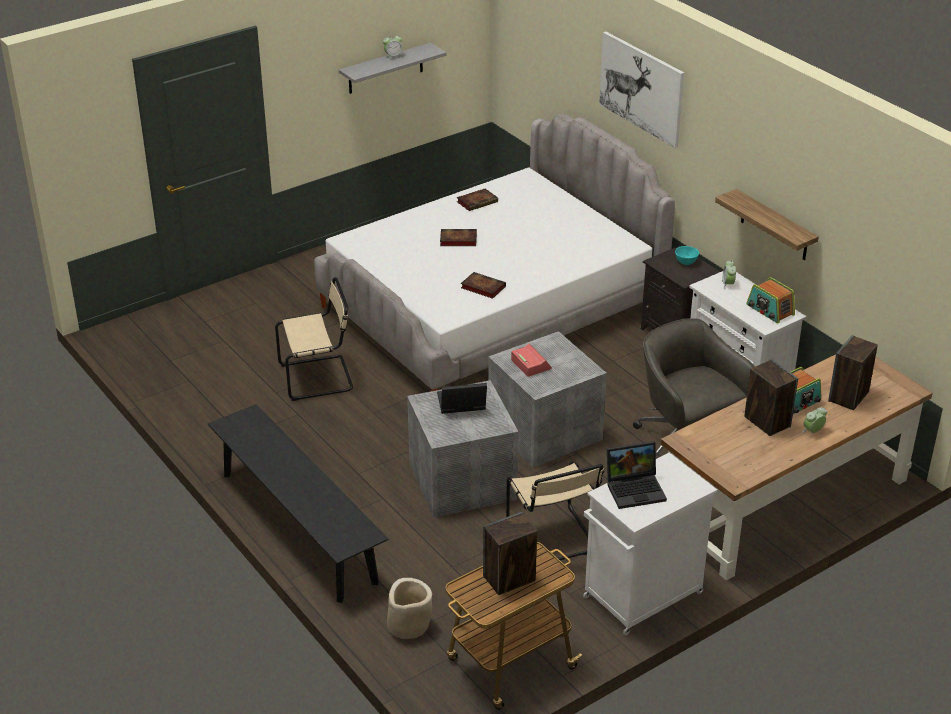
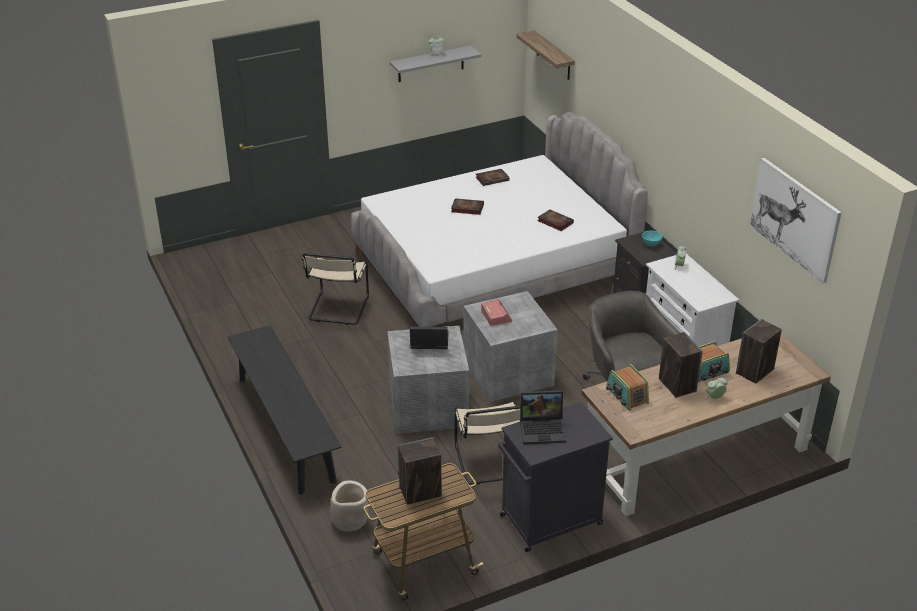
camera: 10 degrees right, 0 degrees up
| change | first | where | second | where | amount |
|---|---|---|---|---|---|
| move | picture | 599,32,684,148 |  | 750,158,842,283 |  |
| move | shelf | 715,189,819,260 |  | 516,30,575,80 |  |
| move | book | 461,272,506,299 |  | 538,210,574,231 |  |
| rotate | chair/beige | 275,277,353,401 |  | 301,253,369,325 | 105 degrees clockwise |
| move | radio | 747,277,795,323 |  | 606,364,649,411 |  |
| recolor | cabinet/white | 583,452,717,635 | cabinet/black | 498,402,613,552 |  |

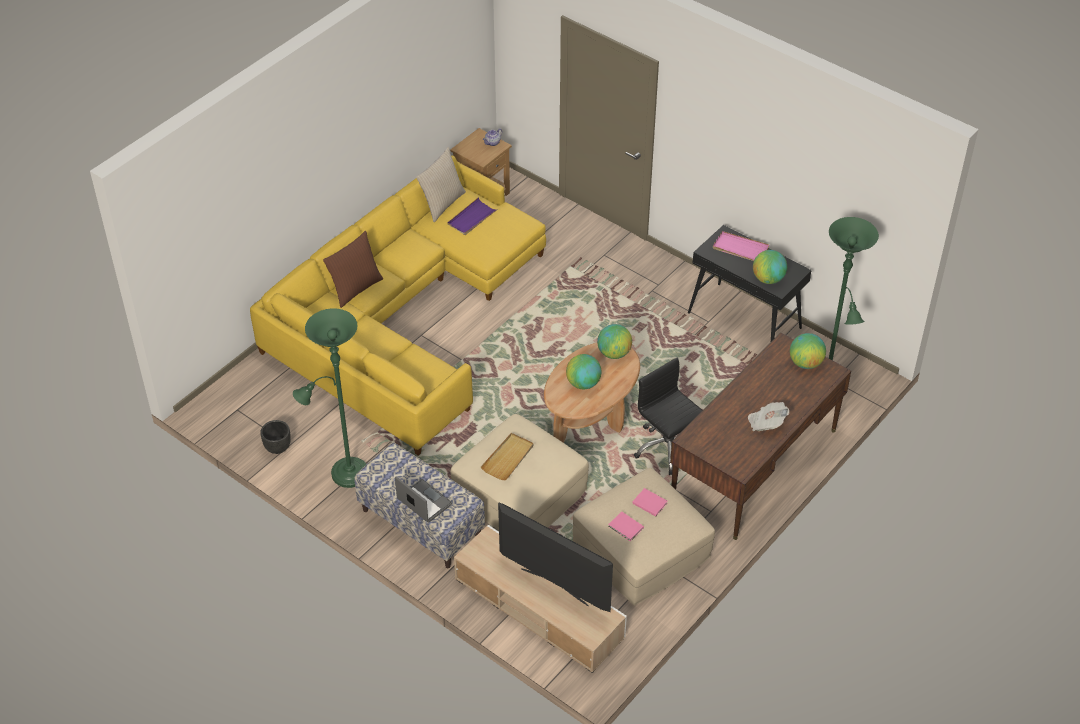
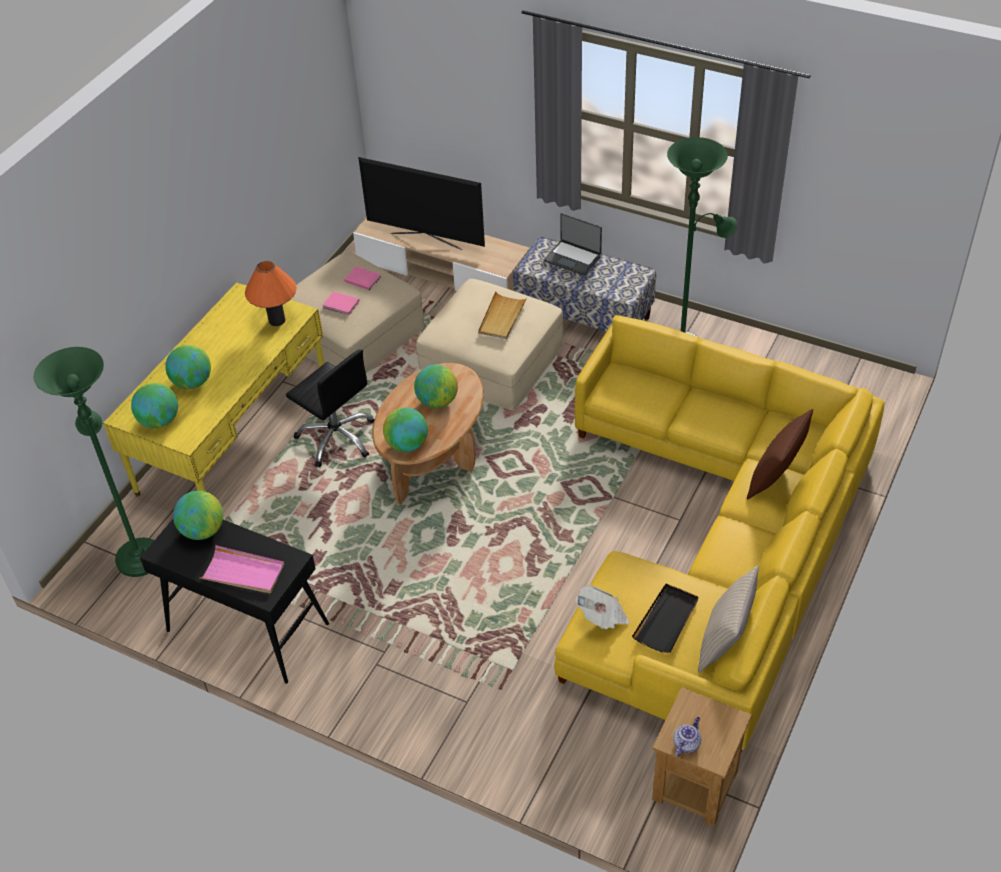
camera: 170 degrees right, 0 degrees up
| change | first | where | second | where | amount |
|---|---|---|---|---|---|
| recolor | tray/purple | 447,197,498,235 | tray/black | 632,584,698,653 |  |
| recolor | desk/brown | 670,332,851,540 | desk/yellow | 103,282,324,497 |  |
| move | newspaper | 748,402,789,431 |  | 575,585,629,629 |  |
| delete | planter/black | 260,420,291,454 |  |  |  |
| insert |  |  | table lamp/orange | 245,261,297,326 |  |
| insert |  |  | globe | 165,345,211,389 |  |

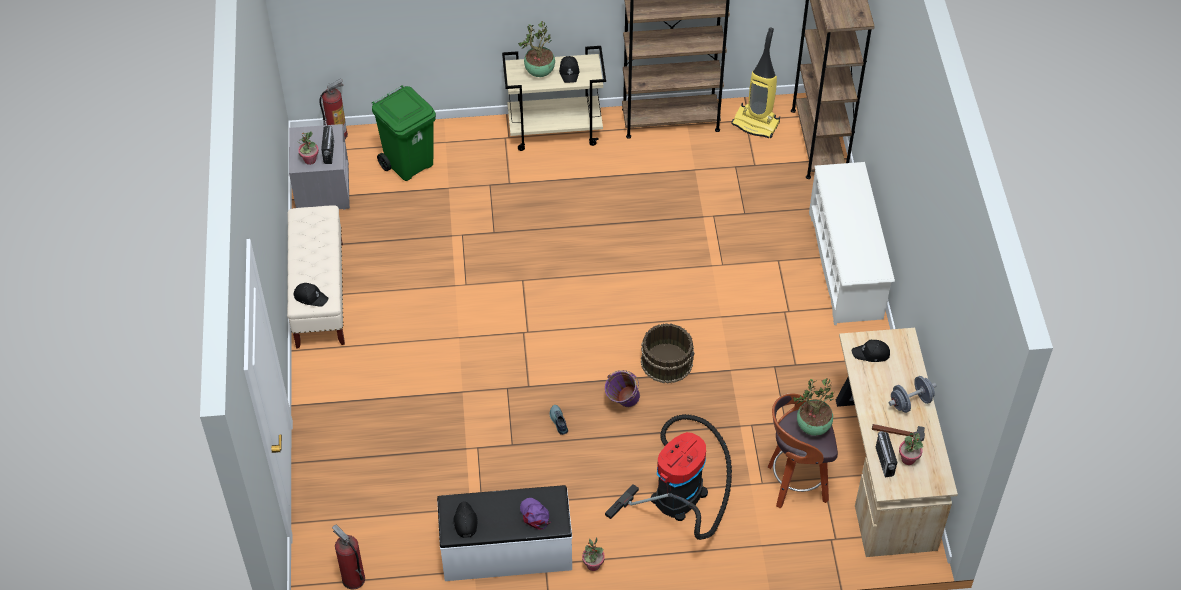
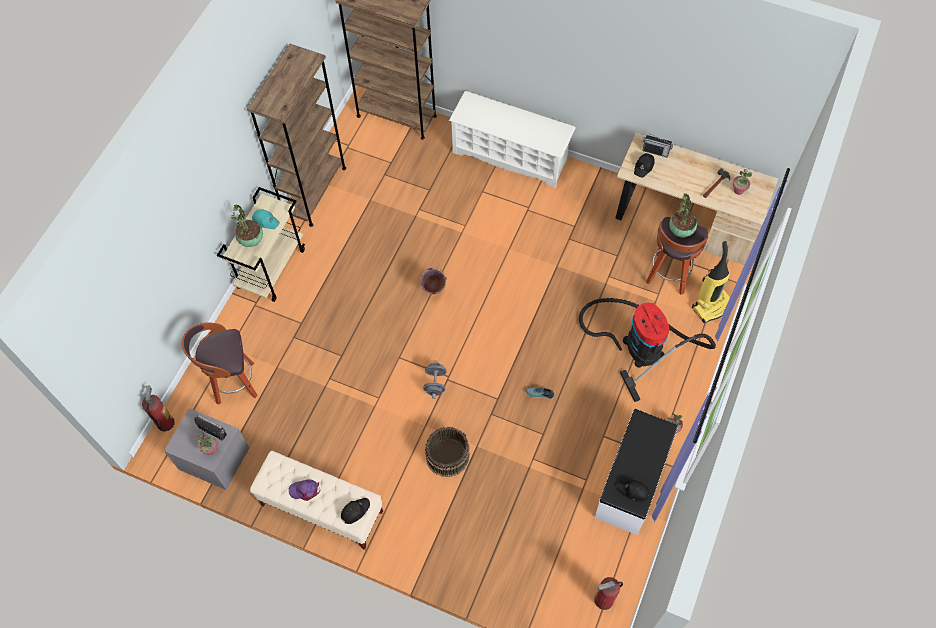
camera: 60 degrees left, 10 degrees up
| change | first | where | second | where | amount |
|---|---|---|---|---|---|
| move | vacuum cleaner | 731,27,780,138 |  | 692,241,730,323 |  |
| recolor | cap/black | 559,56,580,83 | cap/turquoise | 252,209,280,229 |  |
| replace | trash can/green | 372,85,436,181 | stool | 182,322,258,405 |  |
| move | bucket/brown | 641,323,694,383 |  | 425,426,470,477 |  |
| move | bucket/purple | 605,370,640,407 |  | 420,268,447,294 |  |
| move | dumbbell/grey | 889,376,937,413 |  | 423,360,447,399 |  |
| move | radio | 876,431,897,477 |  | 642,133,673,158 |  |
| move | cap/purple | 520,498,551,530 |  | 289,479,320,501 |  |

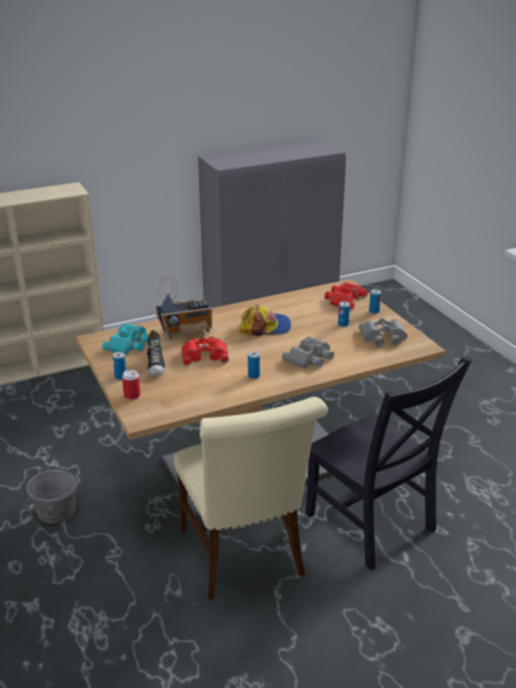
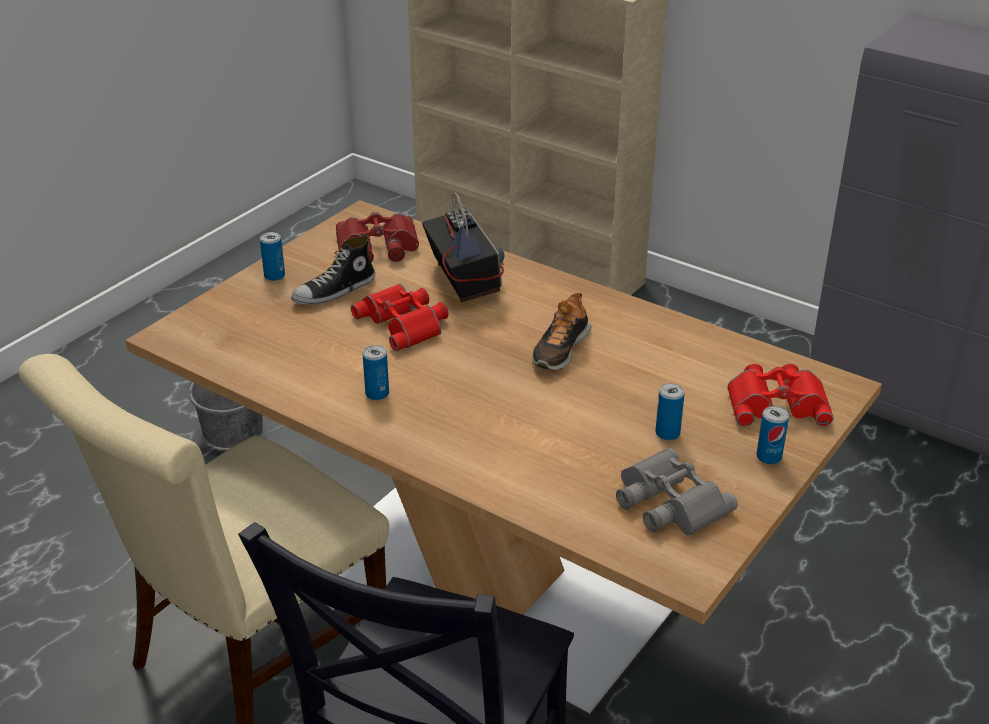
camera: 60 degrees right, 5 degrees up
| change | first | where | second | where | amount |
|---|---|---|---|---|---|
| rotate | radio | 156,277,212,339 |  | 422,193,504,303 | 150 degrees counterclockwise |
| replace | cap | 239,305,291,336 | shoe | 532,293,592,370 |  |
| recolor | binoculars/turquoise | 102,324,149,354 | binoculars/red | 336,212,419,262 |  |
| delete | binoculars/grey | 282,336,334,369 |  |  |  |
| delete | can | 122,370,141,400 |  |  |  |

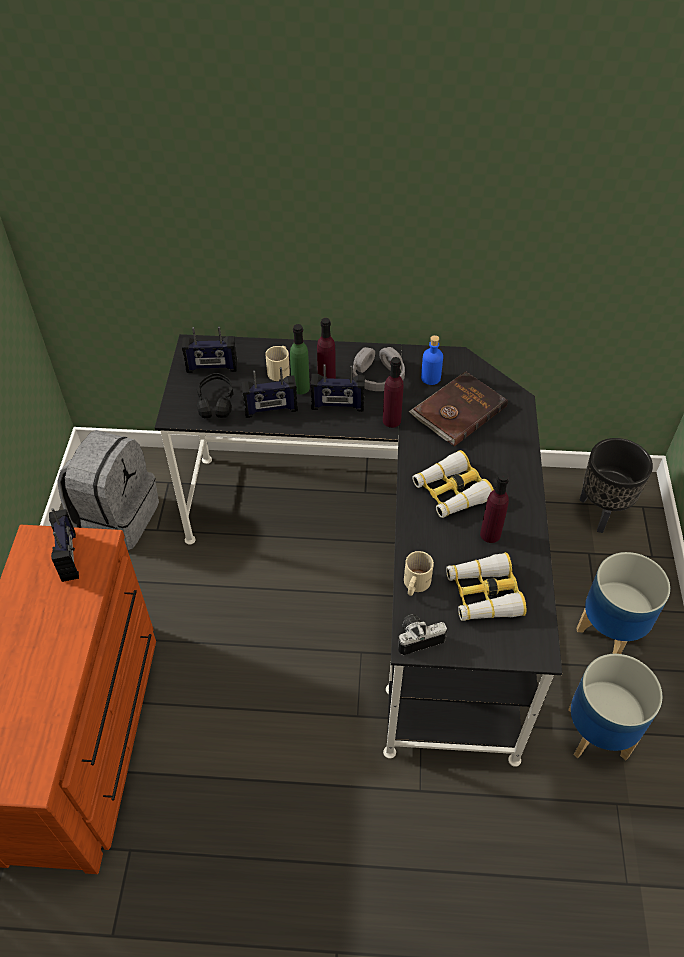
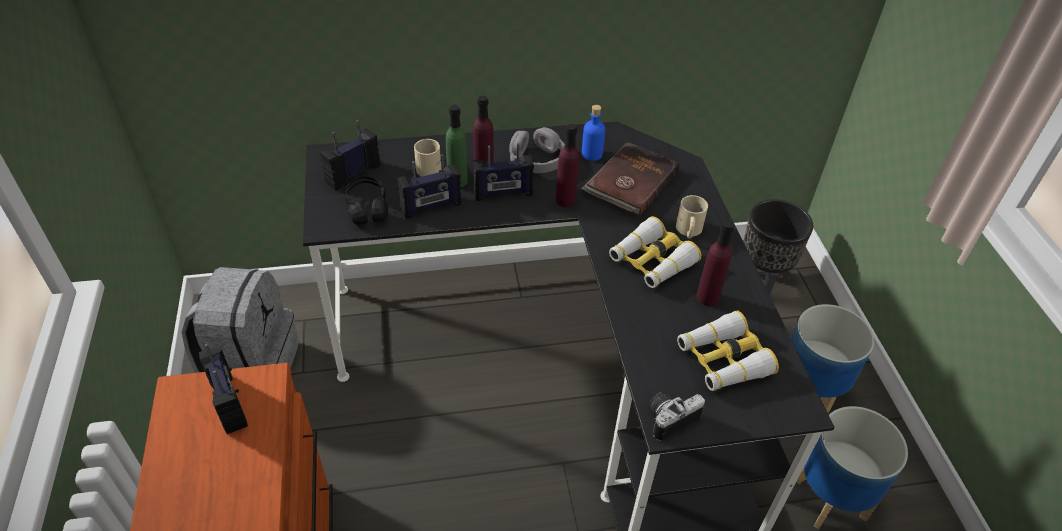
camera: 15 degrees left, 5 degrees down
| change | first | where | second | where | amount |
|---|---|---|---|---|---|
| rotate | radio | 182,326,237,373 |  | 320,120,381,190 | 150 degrees clockwise |
| move | mug/beige | 404,551,434,596 |  | 676,195,708,239 |  |

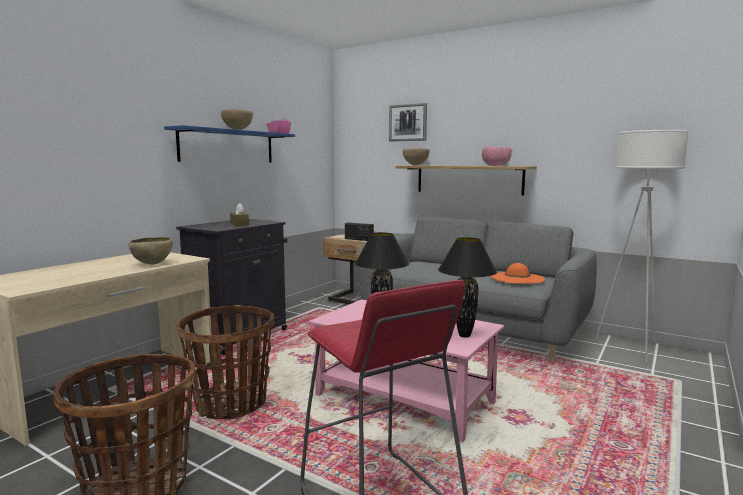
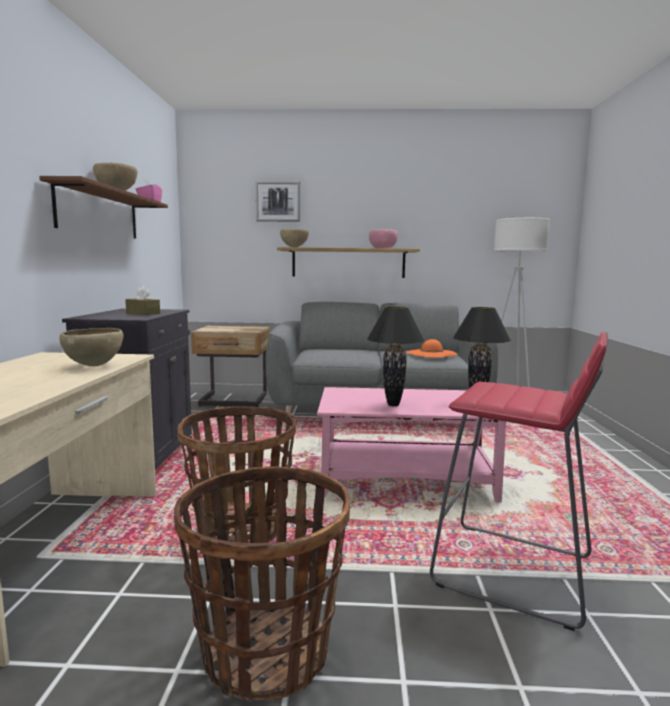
camera: 30 degrees left, 0 degrees up
| change | first | where | second | where | amount |
|---|---|---|---|---|---|
| recolor | shelf/blue | 164,125,295,163 | shelf/brown | 39,176,168,239 |  |
| delete | radio | 345,223,374,241 |  |  |  |

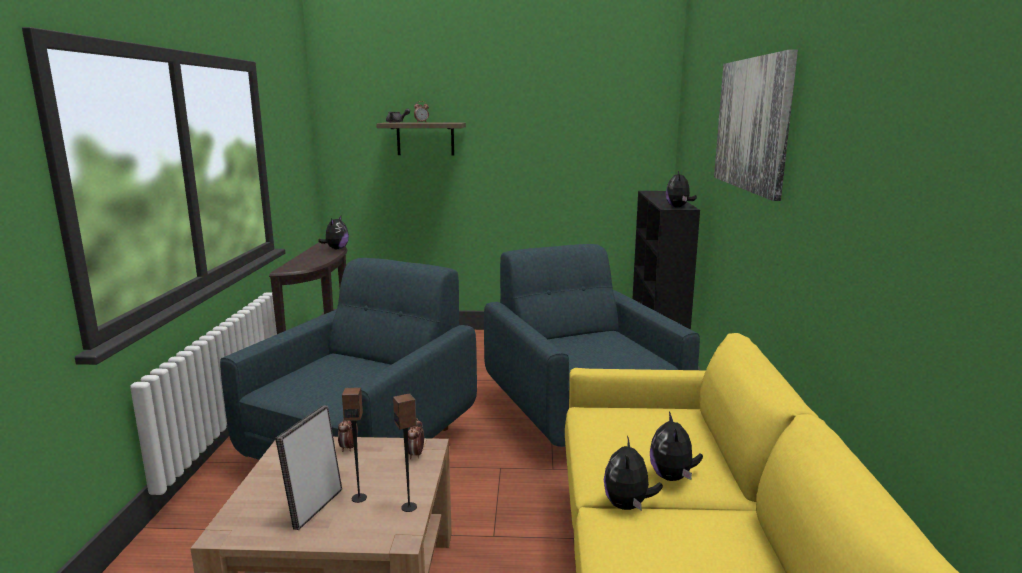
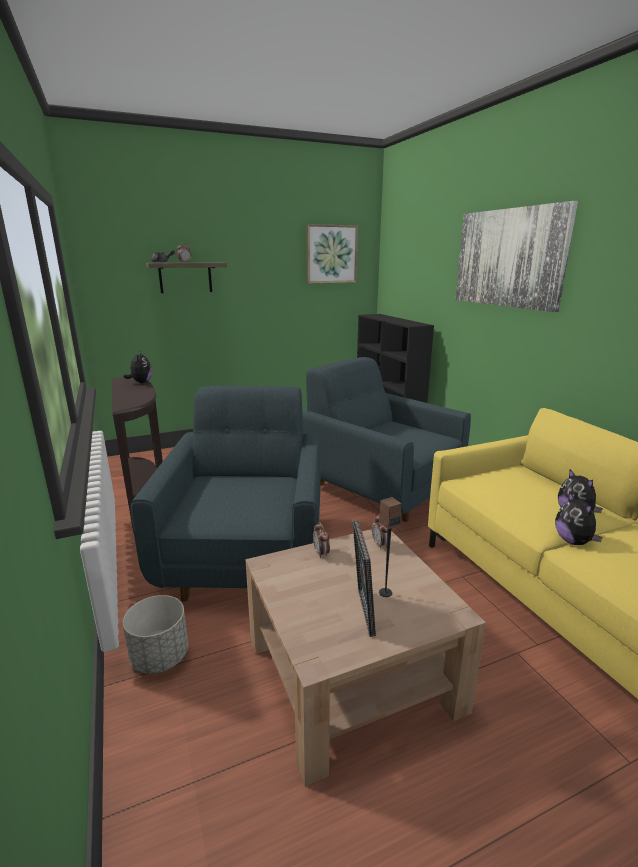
camera: 25 degrees left, 5 degrees up
| change | first | where | second | where | amount |
|---|---|---|---|---|---|
| delete | plush toy | 666,171,697,208 |  |  |  |
| delete | speaker | 393,394,417,512 |  |  |  |
| insert |  |  | picture | 306,224,358,284 |  |
| insert |  |  | planter/grey | 123,595,188,674 |  |

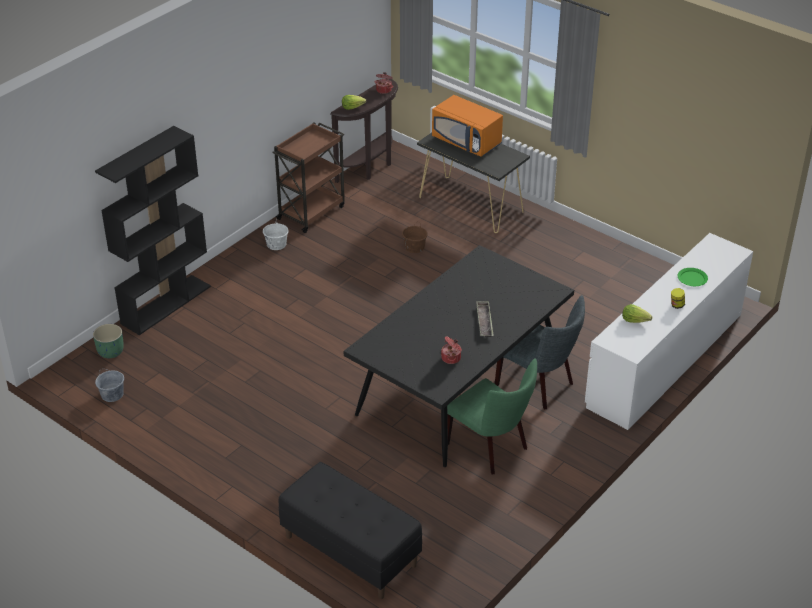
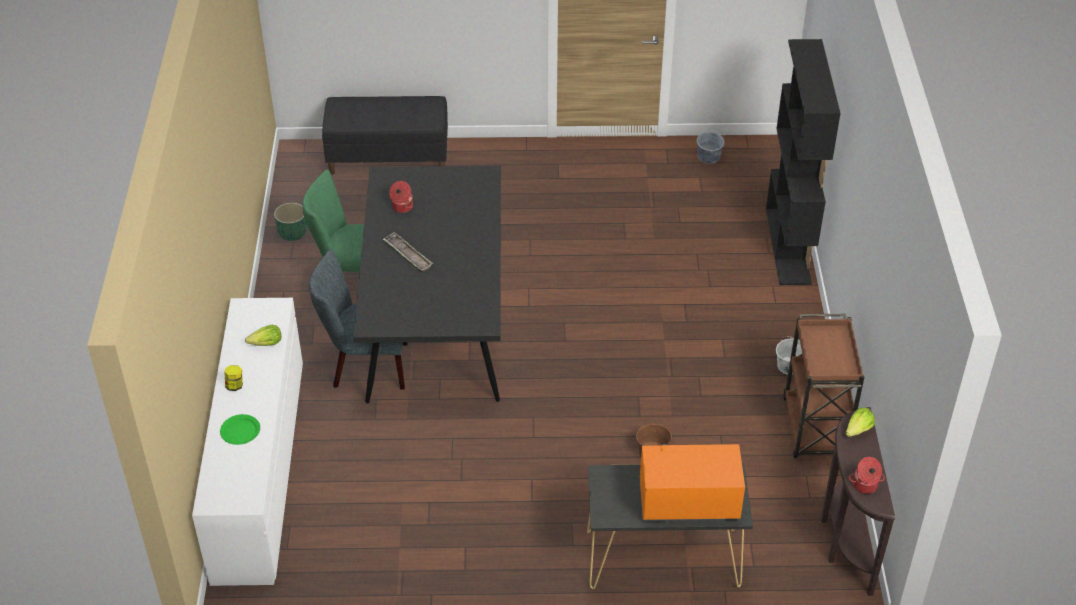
camera: 140 degrees right, 5 degrees up
| change | first | where | second | where | amount |
|---|---|---|---|---|---|
| move | planter/green | 93,324,124,358 |  | 274,203,307,241 |  |

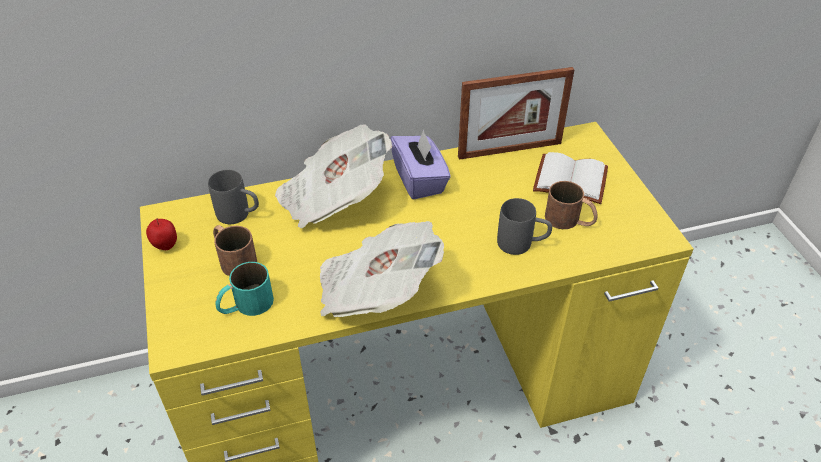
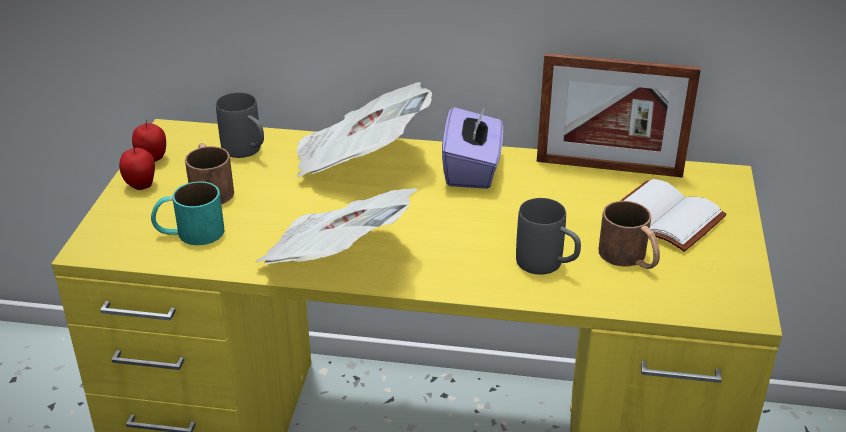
camera: 25 degrees right, 10 degrees down
| change | first | where | second | where | amount |
|---|---|---|---|---|---|
| insert |  |  | apple | 119,147,155,190 |  |

